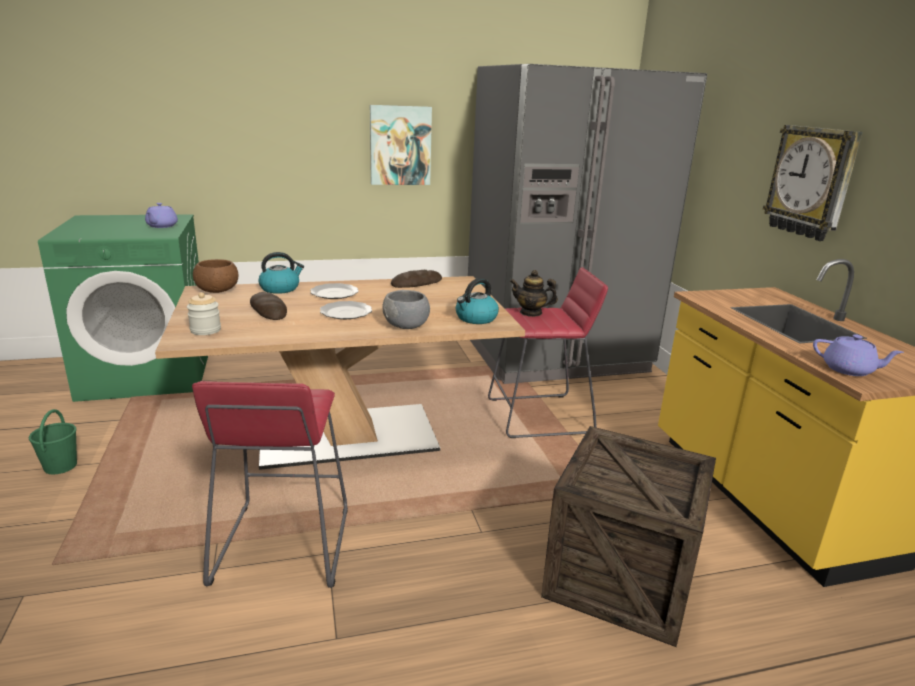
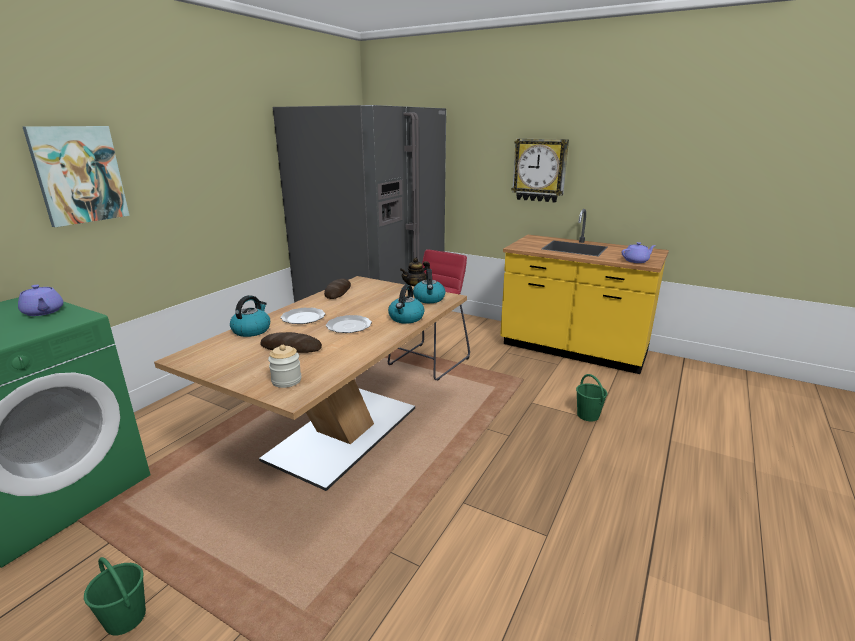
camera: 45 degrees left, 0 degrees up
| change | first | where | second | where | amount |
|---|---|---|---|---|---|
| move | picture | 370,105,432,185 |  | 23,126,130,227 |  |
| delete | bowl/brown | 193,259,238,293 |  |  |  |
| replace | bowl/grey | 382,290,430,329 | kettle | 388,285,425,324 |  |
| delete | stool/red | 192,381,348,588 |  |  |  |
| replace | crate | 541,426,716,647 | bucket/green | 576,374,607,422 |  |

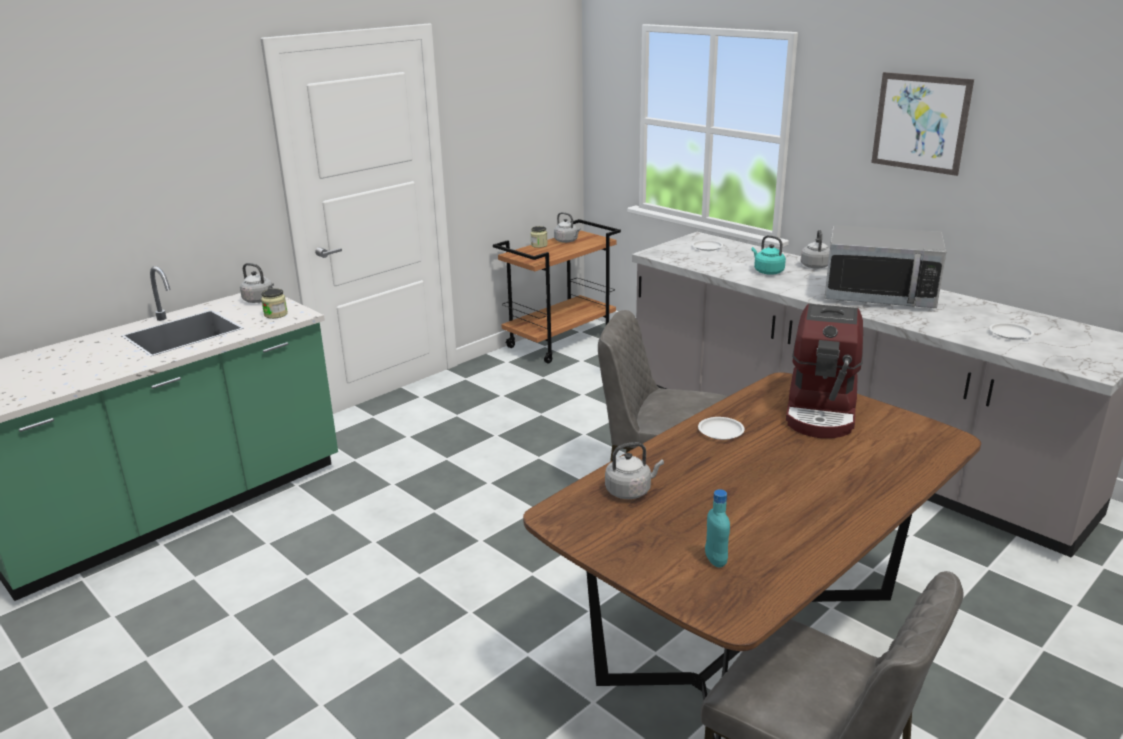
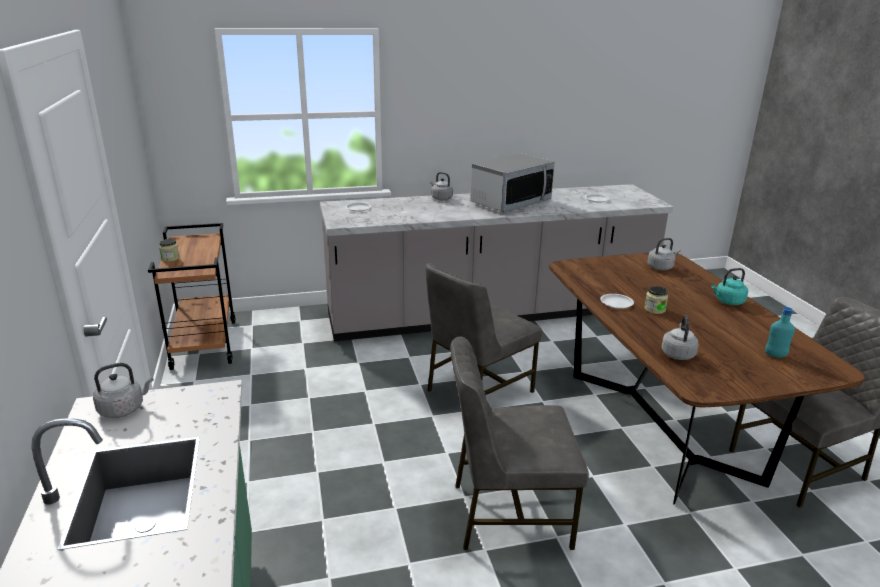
camera: 60 degrees left, 0 degrees up
| change | first | where | second | where | amount |
|---|---|---|---|---|---|
| delete | picture | 871,72,974,176 |  |  |  |
| move | kettle/grey | 554,212,581,243 |  | 647,238,681,270 |  |
| move | kettle/turquoise | 751,235,786,275 |  | 711,268,748,305 |  |
| move | jar | 261,288,288,319 |  | 644,286,668,314 |  |
| delete | coffee machine | 786,304,863,438 |  |  |  |
| insert |  |  | chair/grey | 450,336,589,550 |  |

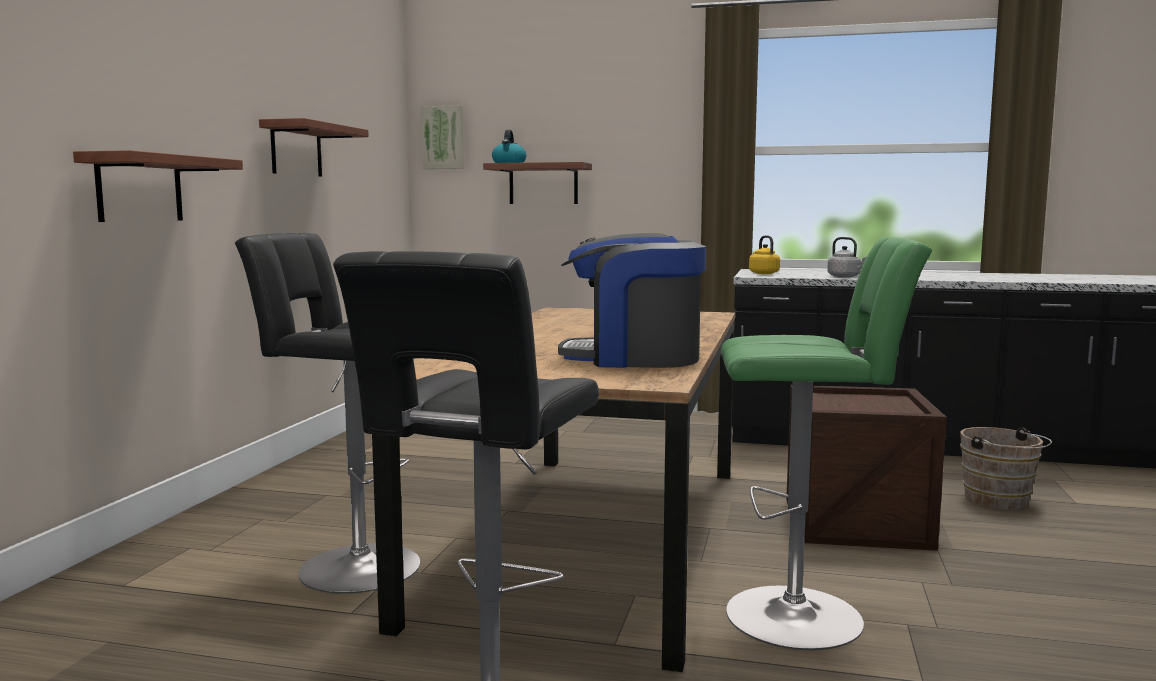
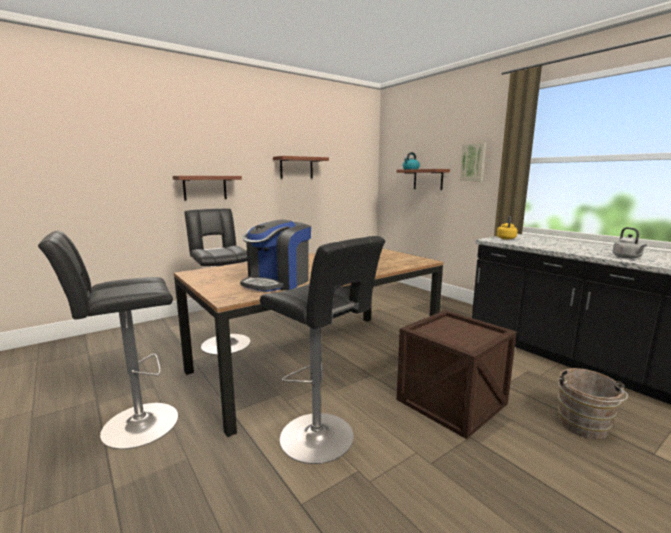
camera: 40 degrees right, 5 degrees up
| change | first | where | second | where | amount |
|---|---|---|---|---|---|
| move | picture | 421,105,464,169 |  | 460,143,486,181 |  |
| rotate | coffee machine | 558,233,706,368 |  | 240,220,311,292 | 105 degrees counterclockwise |
| recolor | stool/green | 721,237,932,650 | stool/black | 260,236,385,464 |  |
| move | kettle/grey | 827,237,867,278 |  | 613,227,647,259 |  |

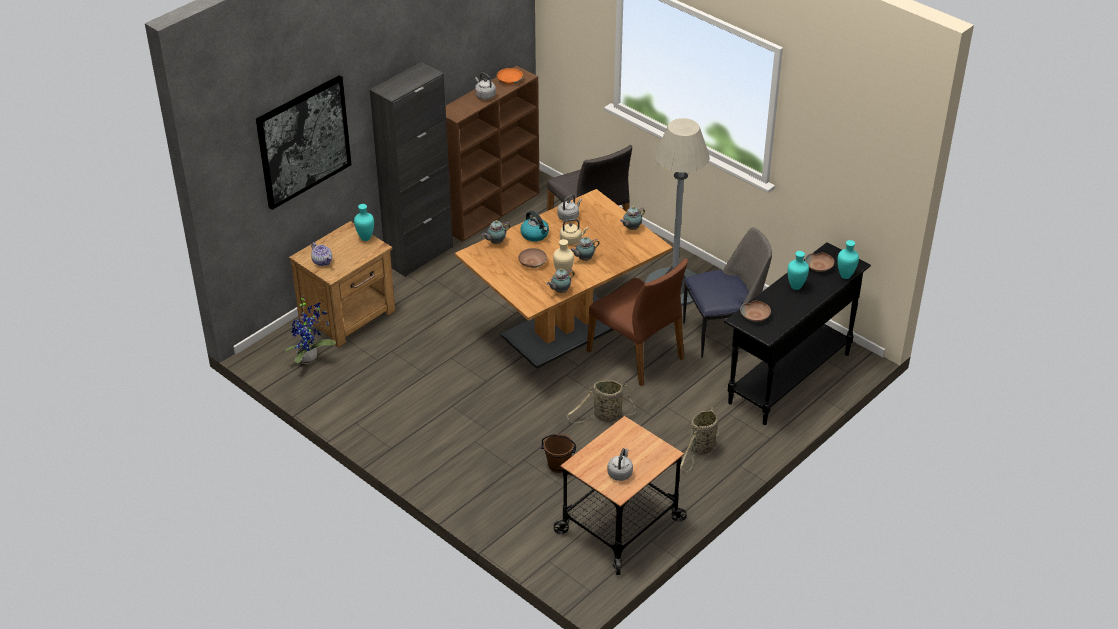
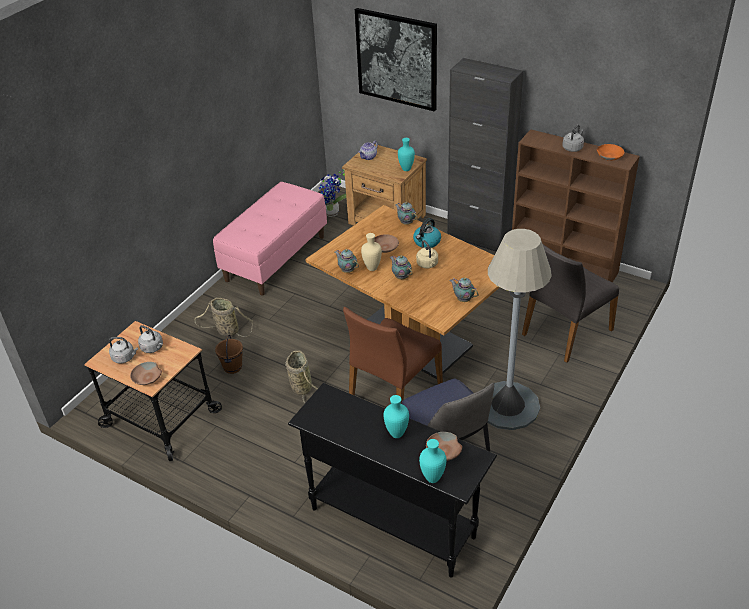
camera: 80 degrees right, 0 degrees up
| change | first | where | second | where | amount |
|---|---|---|---|---|---|
| move | kettle/grey | 558,194,582,222 |  | 138,325,163,353 |  |
| move | bowl/brown | 740,301,771,322 |  | 130,362,162,385 |  |
| move | basket | 680,407,719,471 |  | 195,298,253,337 |  |
| insert |  |  | bench/pink | 213,182,327,296 |  |

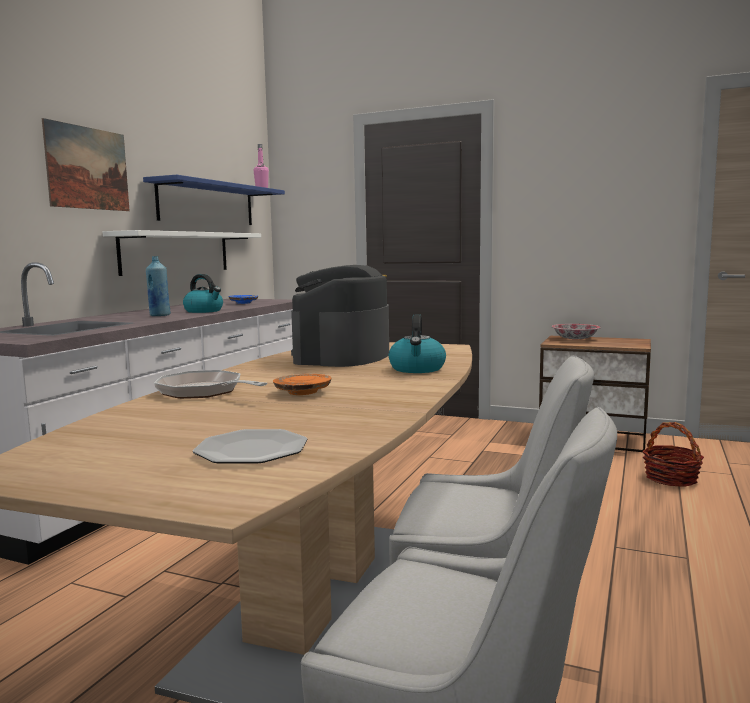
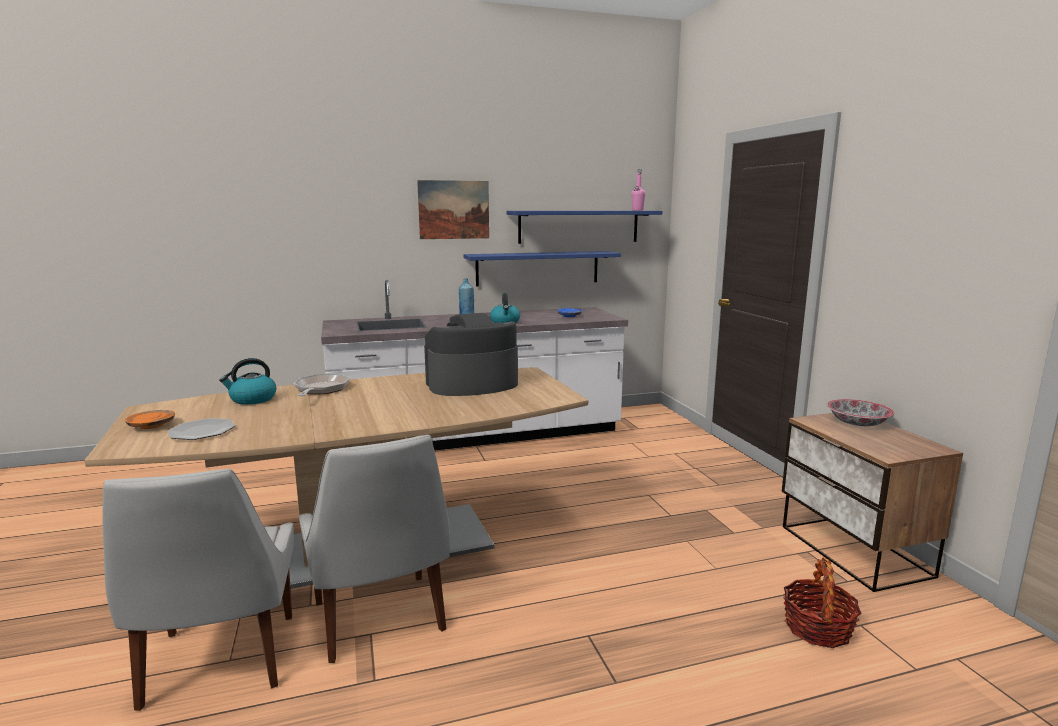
camera: 50 degrees right, 5 degrees up
| change | first | where | second | where | amount |
|---|---|---|---|---|---|
| recolor | shelf/white | 103,230,261,276 | shelf/blue | 463,251,621,287 |  |
| move | kettle | 388,314,446,373 |  | 219,358,276,405 |  |
| move | plate/orange | 273,374,331,395 |  | 125,410,175,429 |  |

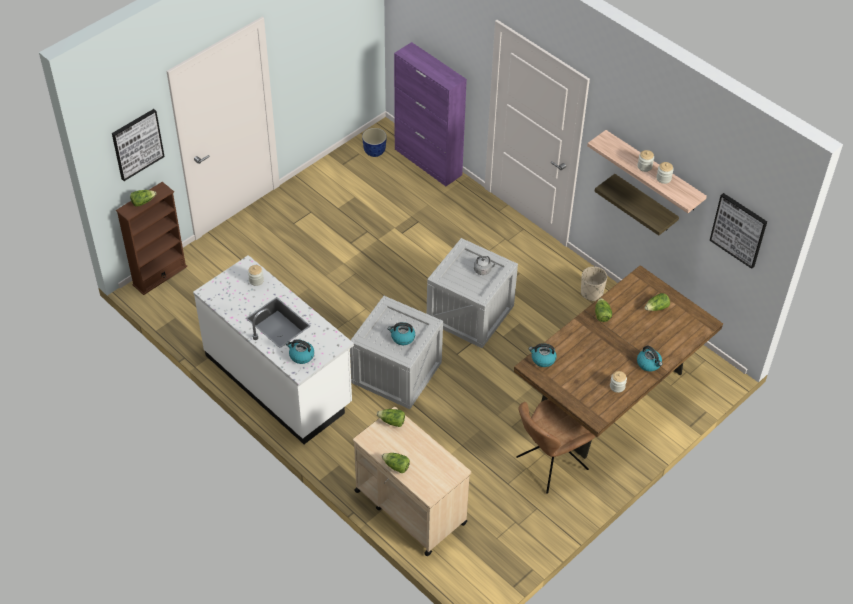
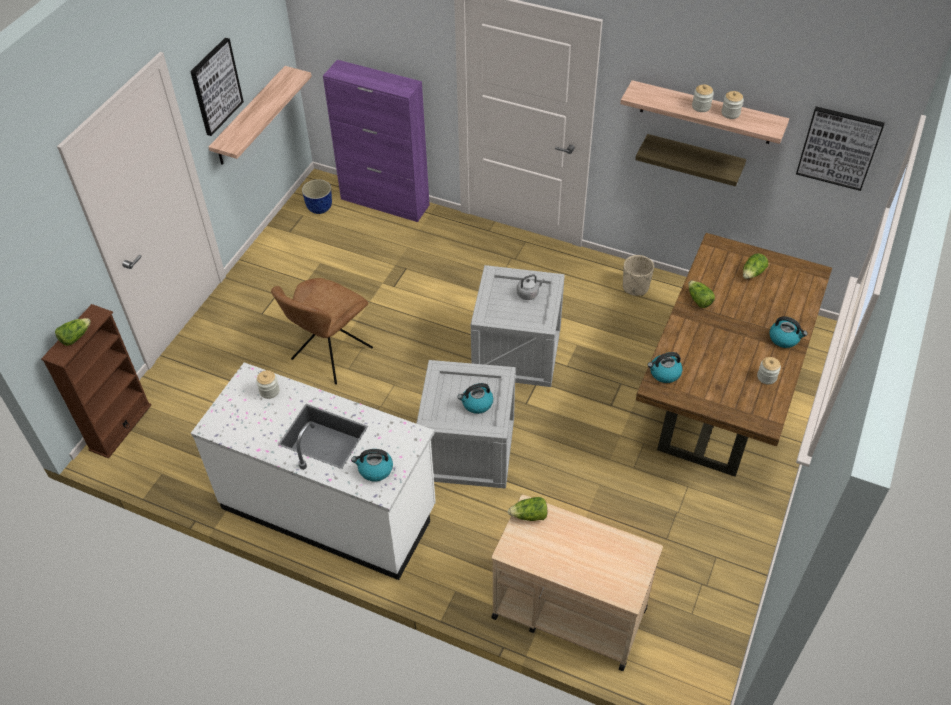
camera: 20 degrees left, 0 degrees up
| change | first | where | second | where | amount |
|---|---|---|---|---|---|
| move | picture | 112,109,165,181 |  | 190,38,244,136 |  |
| move | chair/brown | 516,399,596,494 |  | 271,278,373,385 |  |
| delete | lettuce | 382,453,410,473 |  |  |  |
| insert |  |  | shelf | 209,66,312,165 |  |

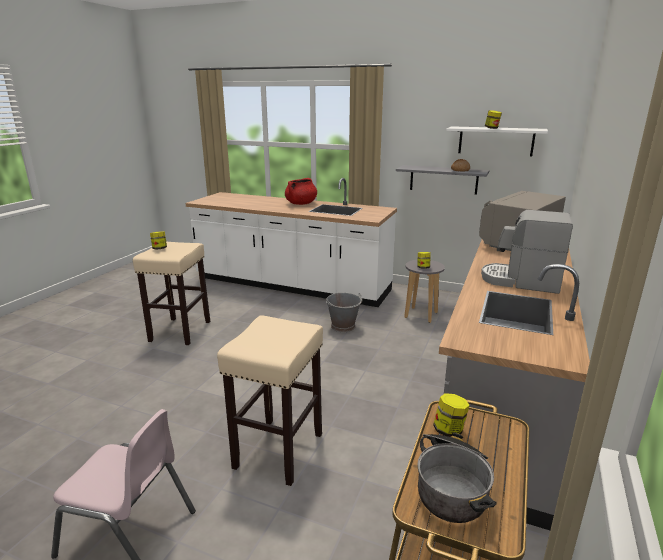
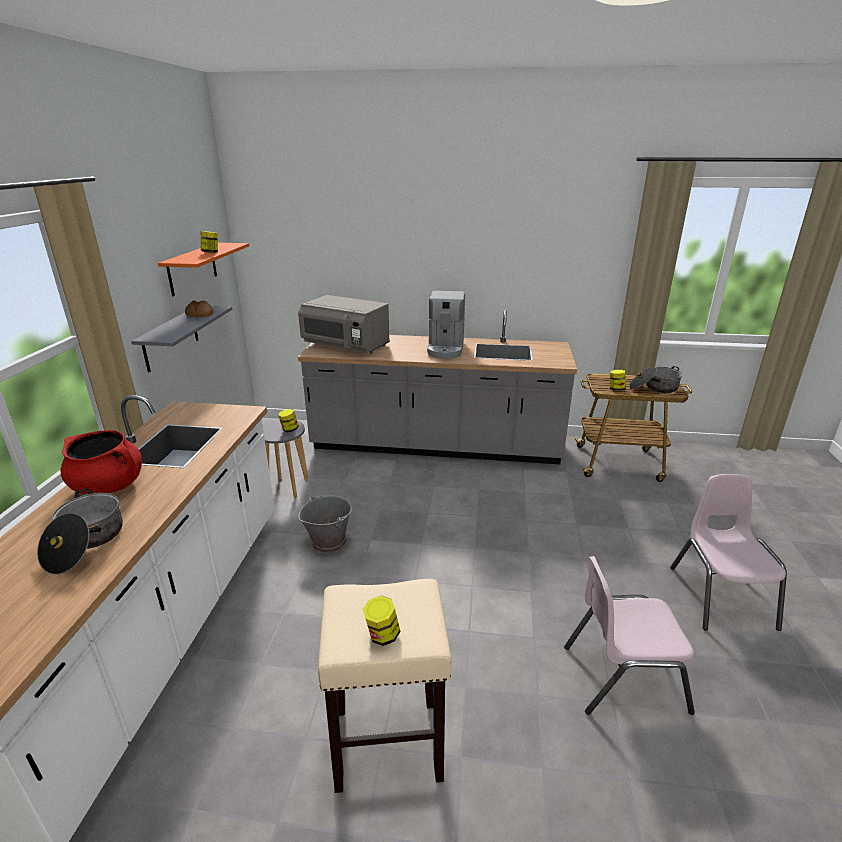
camera: 105 degrees left, 5 degrees up
| change | first | where | second | where | amount |
|---|---|---|---|---|---|
| recolor | shelf/white | 446,126,548,156 | shelf/orange | 158,243,249,296 |  |
| delete | stool/beige | 217,315,323,486 |  |  |  |
| insert |  |  | cooking pot | 37,488,123,575 |  |
| insert |  |  | chair/pink | 564,556,695,715 |  |

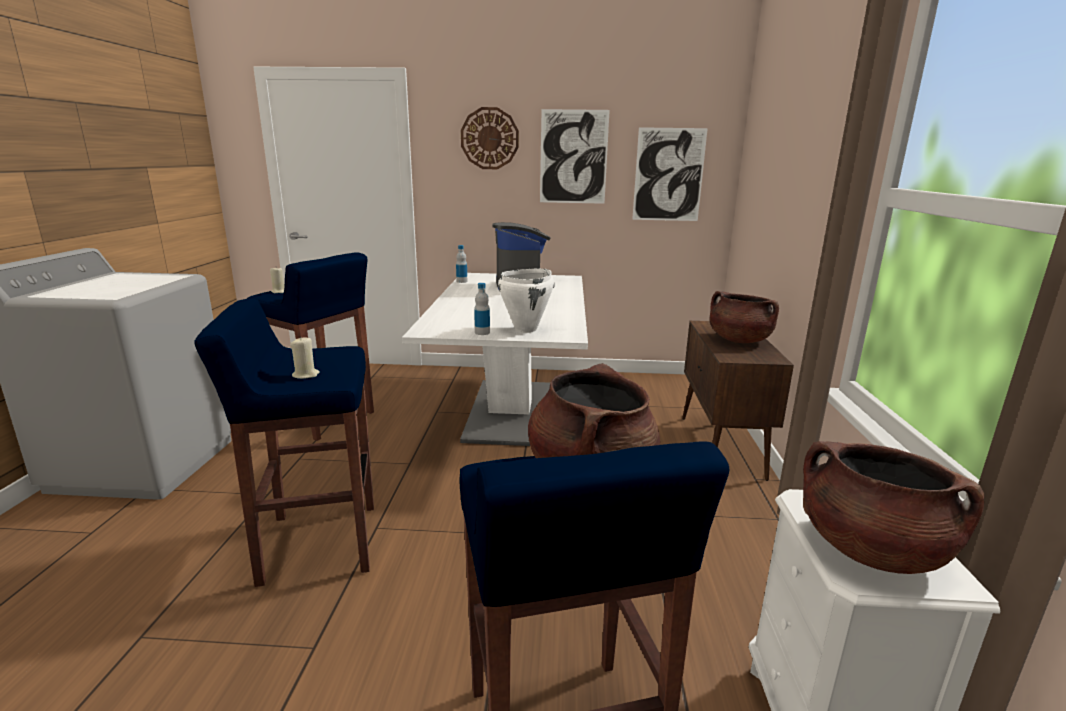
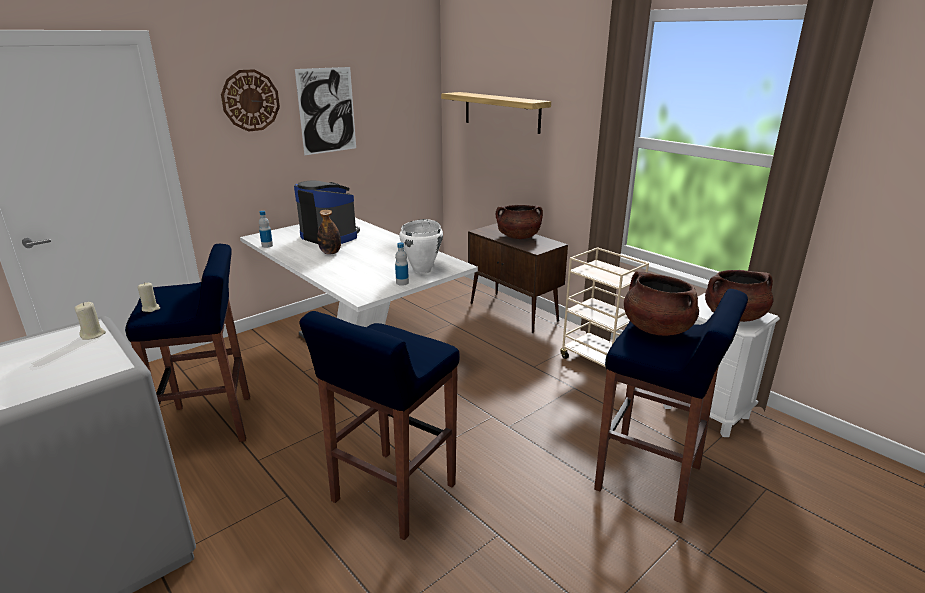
camera: 45 degrees left, 5 degrees up
| change | first | where | second | where | amount |
|---|---|---|---|---|---|
| delete | picture | 632,127,708,221 |  |  |  |
| move | candle/beige | 290,337,320,379 |  | 74,302,106,340 |  |
| insert |  |  | shelf | 441,92,551,134 |  |
| insert |  |  | bottle | 317,210,341,255 |  |
| insert |  |  | cart/beige | 560,247,649,367 |  |

